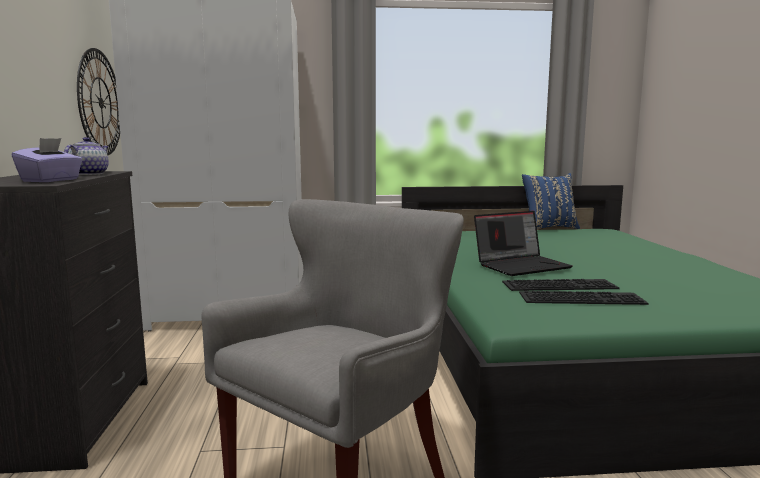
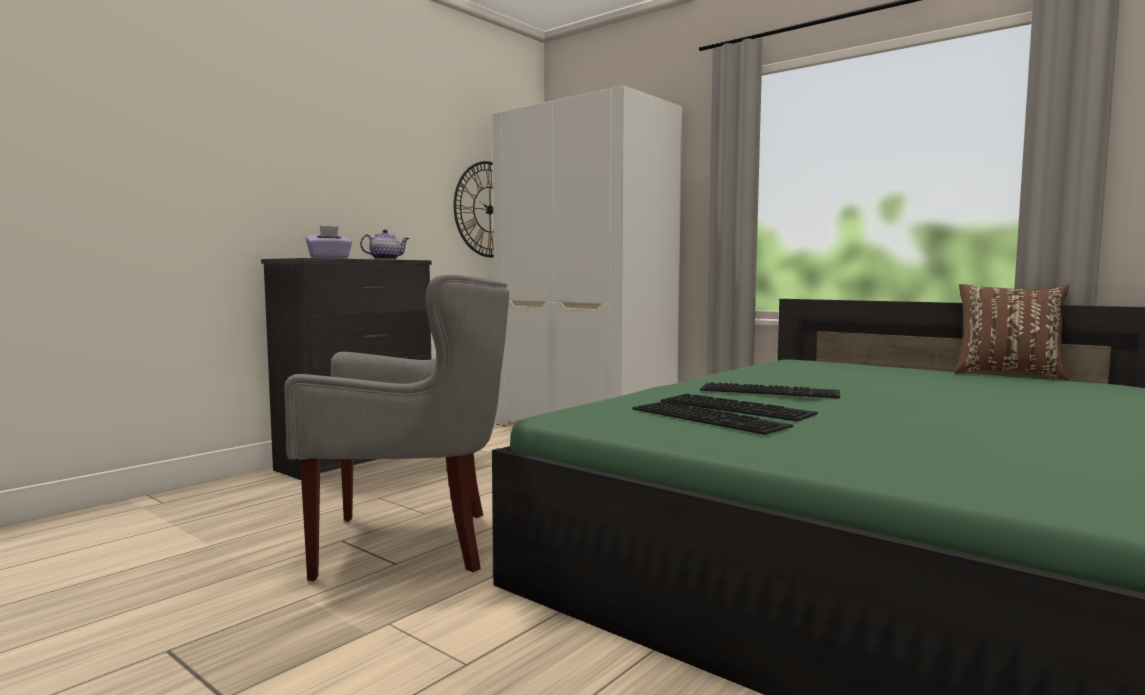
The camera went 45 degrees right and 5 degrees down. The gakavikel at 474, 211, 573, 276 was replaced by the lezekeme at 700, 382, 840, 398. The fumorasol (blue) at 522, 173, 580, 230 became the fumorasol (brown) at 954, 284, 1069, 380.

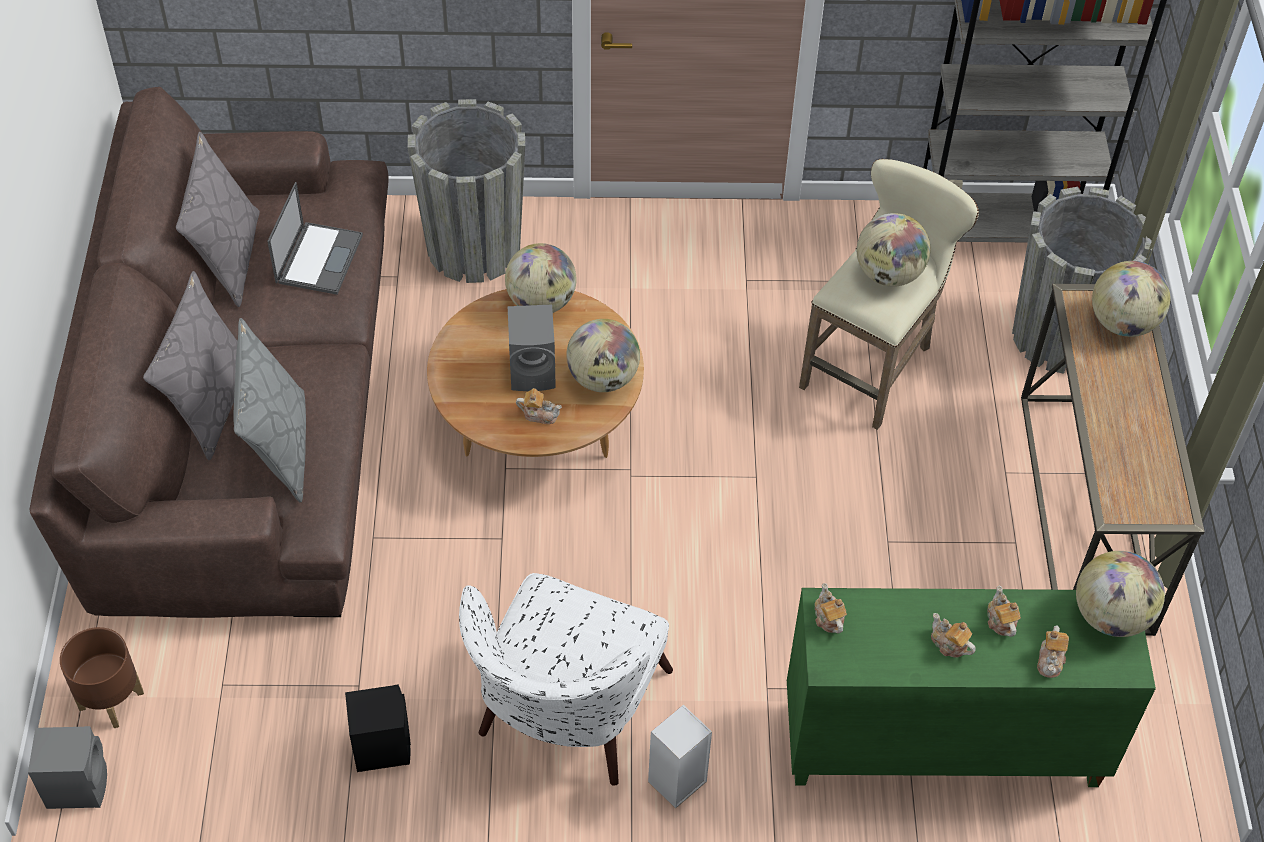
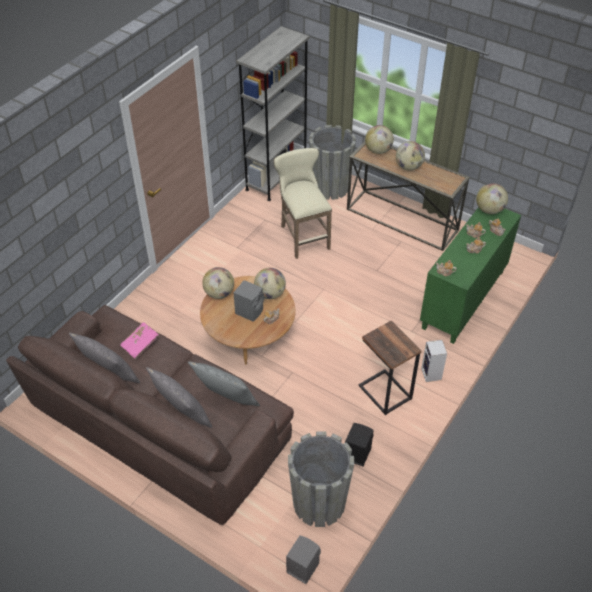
The camera went 55 degrees left and 5 degrees down. The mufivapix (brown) at 60, 627, 144, 728 disappeared. The gakavikel at 267, 182, 363, 295 was replaced by the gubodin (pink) at 120, 323, 159, 360. The mufivapix (grey) moved from 407, 99, 525, 283 to 288, 431, 354, 527. The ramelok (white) at 459, 573, 673, 786 was replaced by the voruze at 358, 321, 421, 415. The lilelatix moved from 857, 213, 930, 287 to 396, 141, 425, 171.

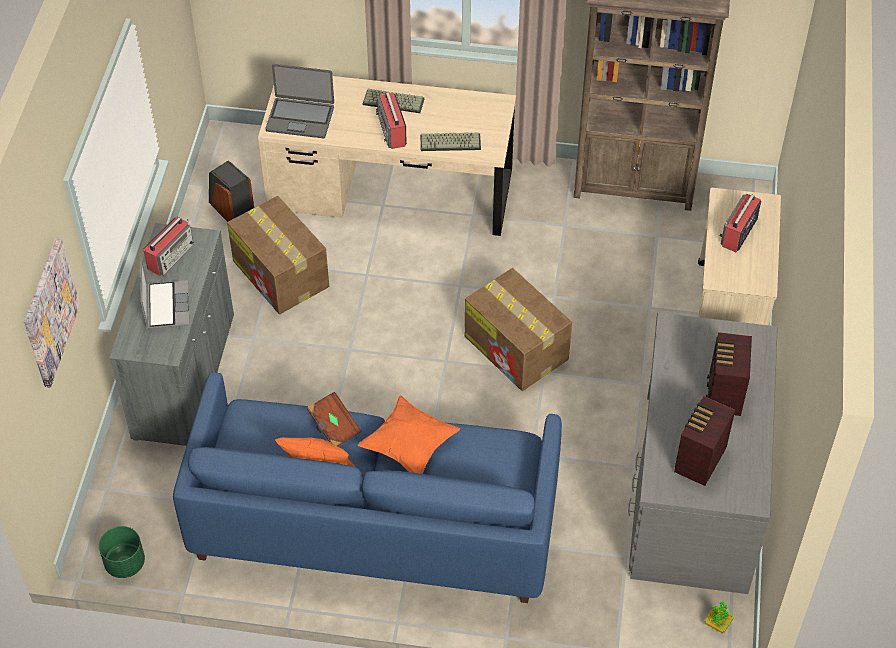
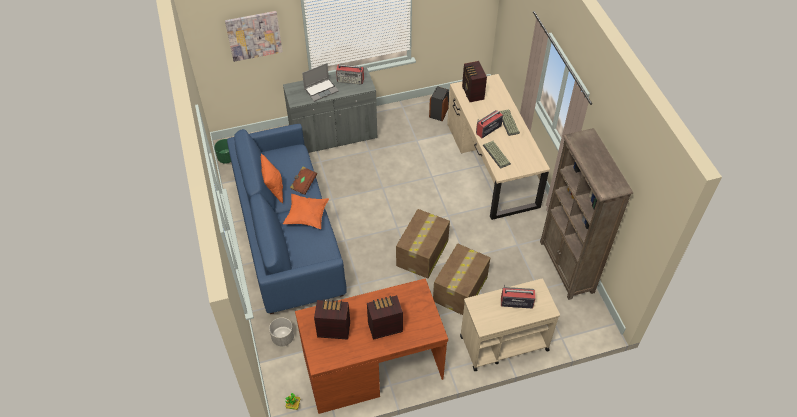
The camera went 65 degrees right and 0 degrees up. The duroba moved from 227, 196, 329, 315 to 433, 243, 490, 315. The gakavikel at 266, 64, 334, 138 was replaced by the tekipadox at 462, 61, 487, 102. The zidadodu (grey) at 628, 313, 778, 594 became the zidadodu (brown) at 295, 278, 448, 414. The mufivapix (grey) at 269, 318, 294, 346 appeared.

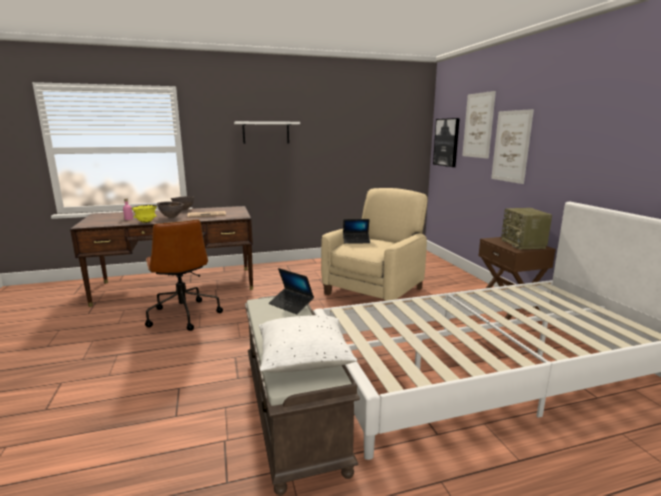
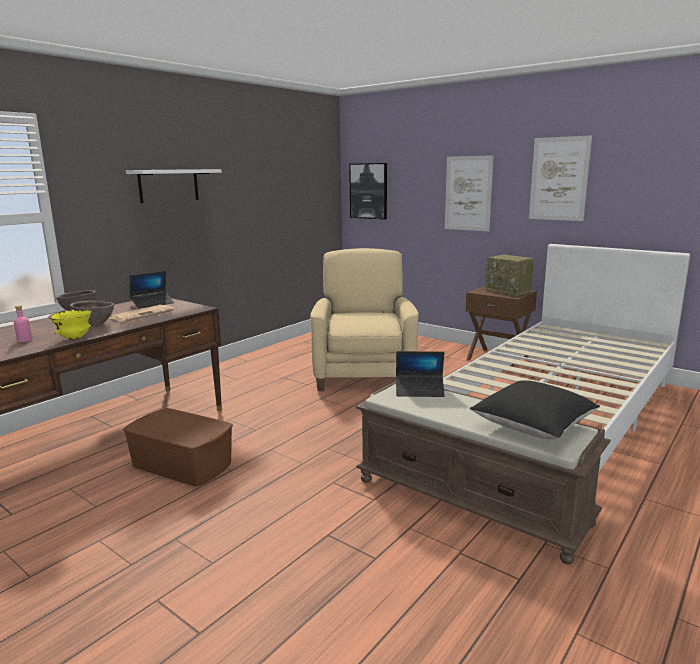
The camera went 35 degrees left and 0 degrees up. The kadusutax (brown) at 145, 220, 223, 331 was replaced by the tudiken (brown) at 123, 408, 233, 487. The fumorasol (white) at 259, 315, 357, 372 became the fumorasol (black) at 470, 380, 600, 440. The gakavikel moved from 343, 219, 370, 244 to 130, 271, 174, 309. The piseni moved from 462, 91, 496, 159 to 529, 136, 592, 221.

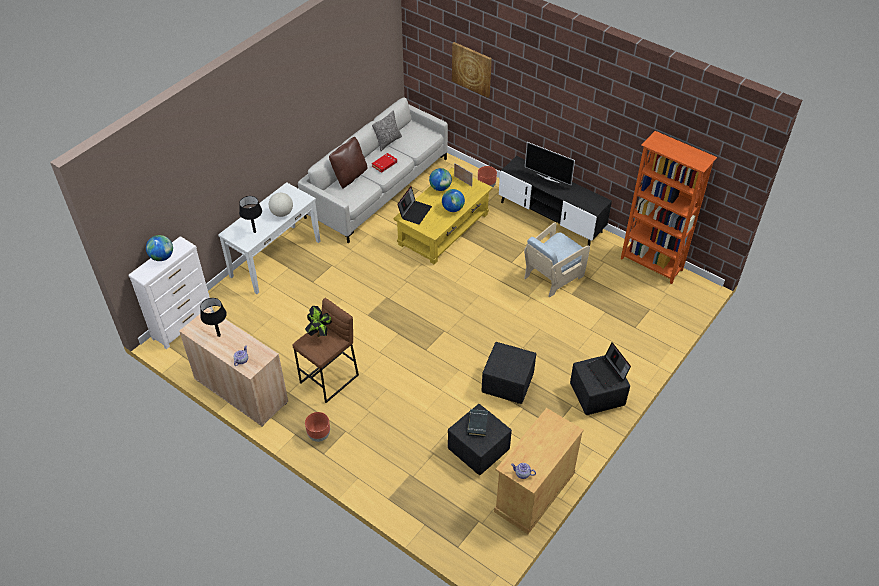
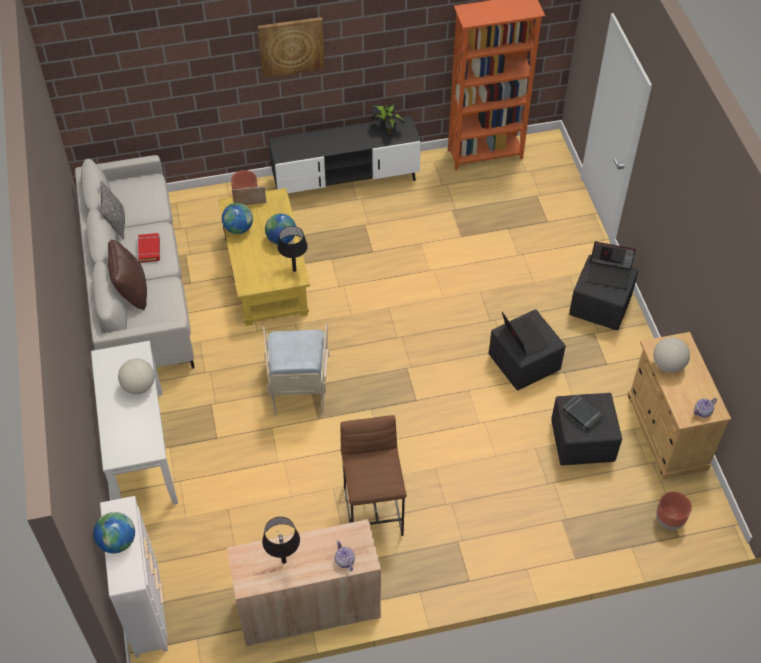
The camera went 50 degrees left and 5 degrees up. The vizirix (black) moved from 239, 196, 262, 233 to 278, 226, 308, 272. The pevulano moved from 305, 306, 332, 337 to 372, 103, 405, 134. The mufivapix (brown) moved from 305, 412, 330, 442 to 656, 491, 692, 530. The gakavikel moved from 397, 186, 432, 225 to 502, 312, 550, 355. The piseni moved from 452, 42, 492, 98 to 258, 17, 324, 78. The ramelok (beige) moved from 524, 222, 590, 297 to 263, 324, 329, 416. The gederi at 525, 142, 575, 185 disappeared. The lilelatix at 653, 337, 690, 373 appeared.

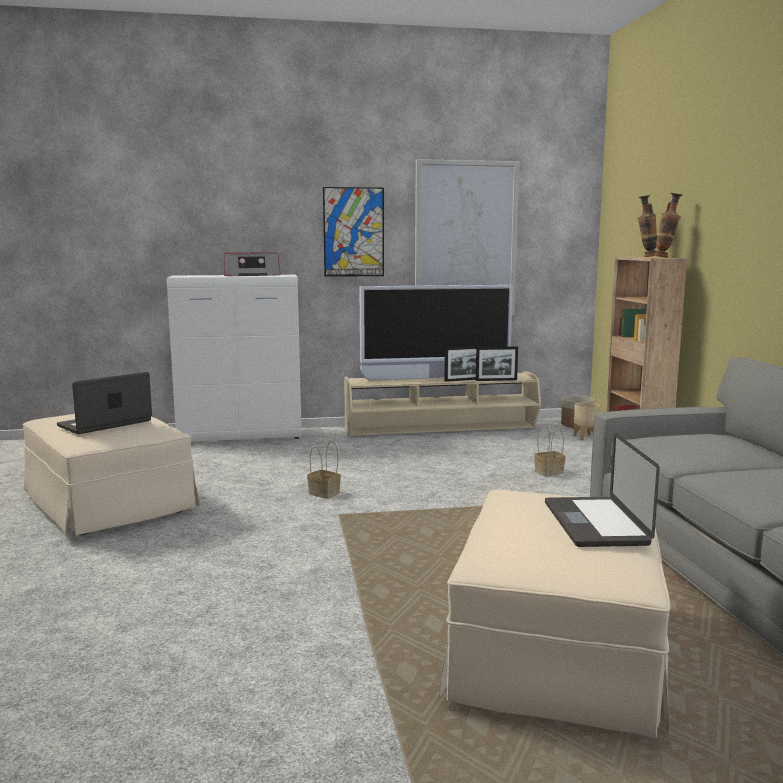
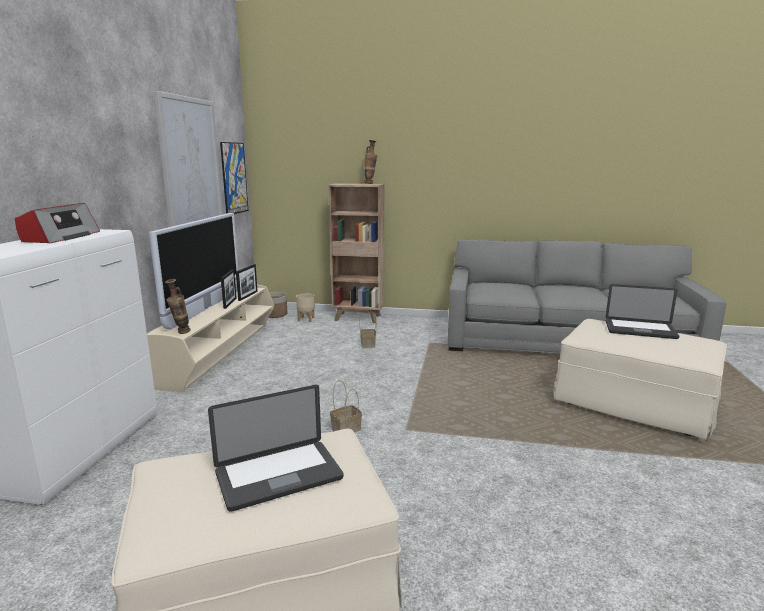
The camera went 70 degrees left and 5 degrees up. The gakavikel at 57, 372, 152, 434 turned 90 degrees counterclockwise. The piseni moved from 323, 187, 384, 277 to 220, 142, 248, 214. The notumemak moved from 637, 195, 657, 257 to 165, 279, 190, 334.

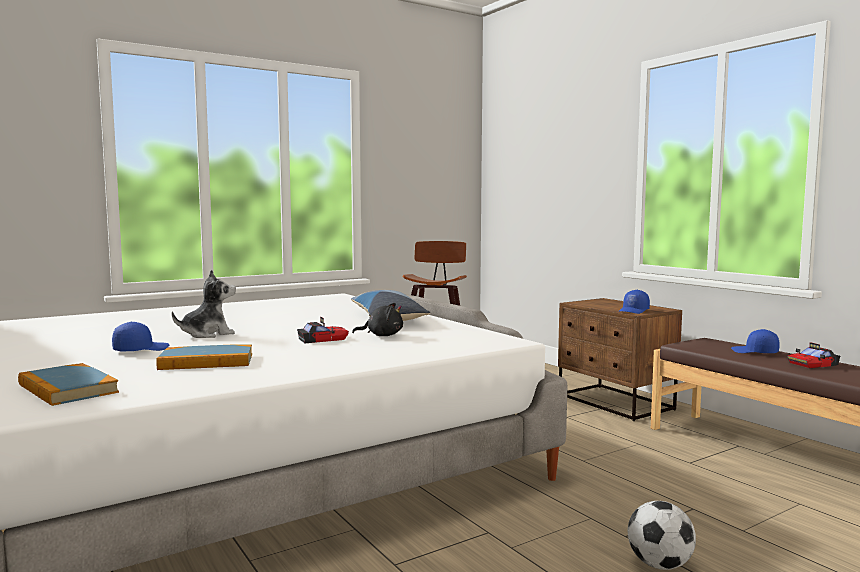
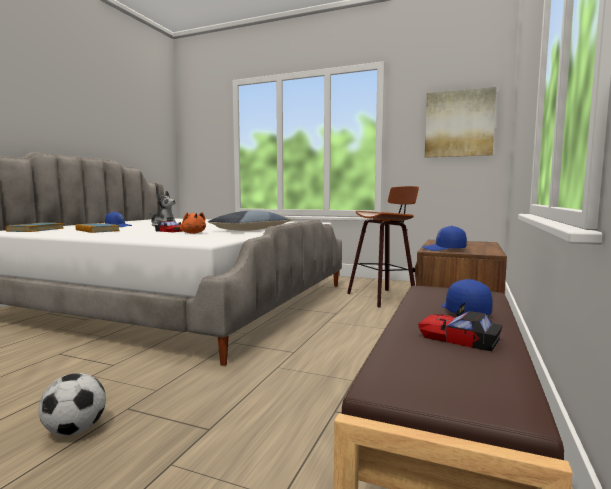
The camera went 55 degrees right and 0 degrees up. The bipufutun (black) at 352, 303, 403, 336 became the bipufutun (orange) at 180, 212, 206, 234. The piseni at 425, 87, 496, 158 appeared.

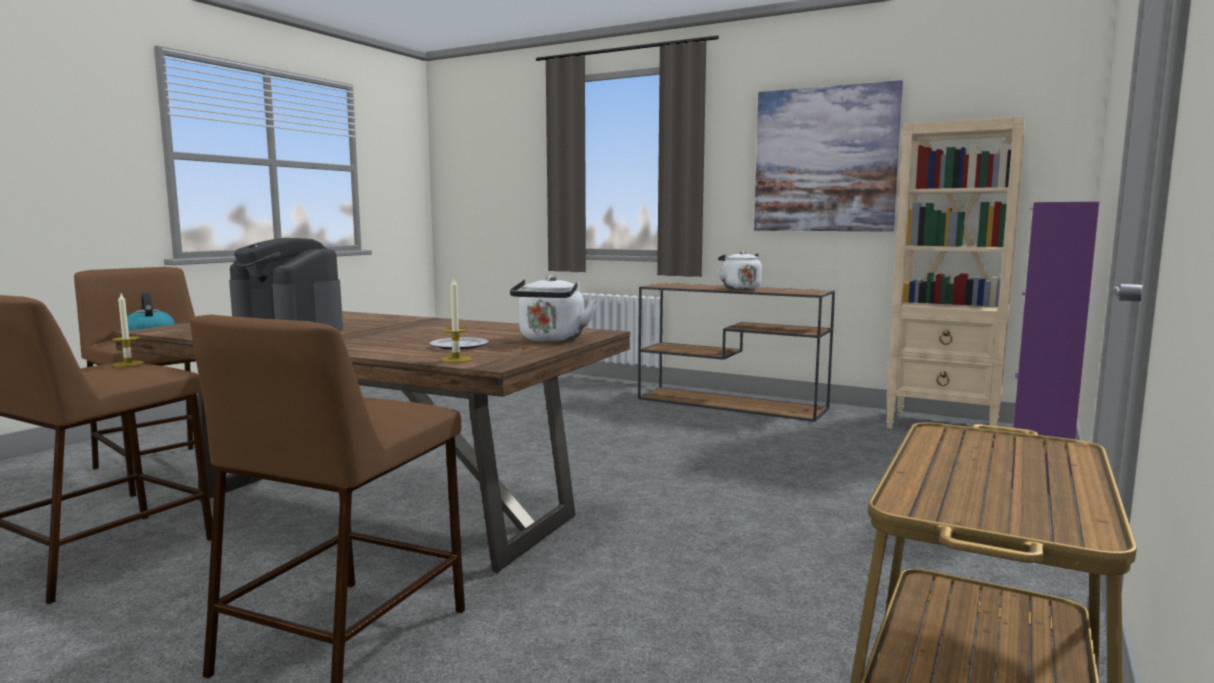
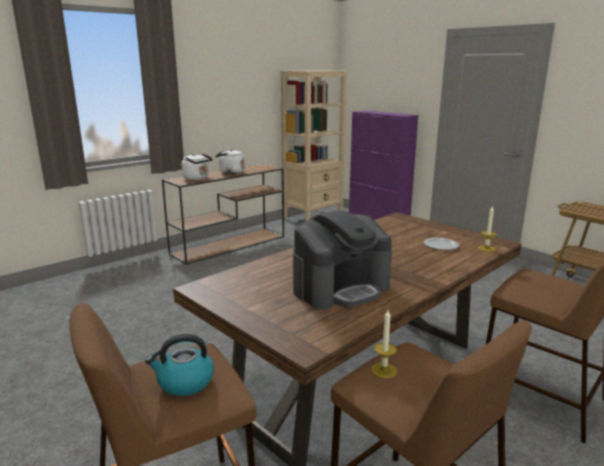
The camera went 70 degrees left and 10 degrees up. The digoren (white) moved from 510, 276, 597, 342 to 182, 154, 213, 180. The piseni at 754, 80, 903, 232 disappeared.

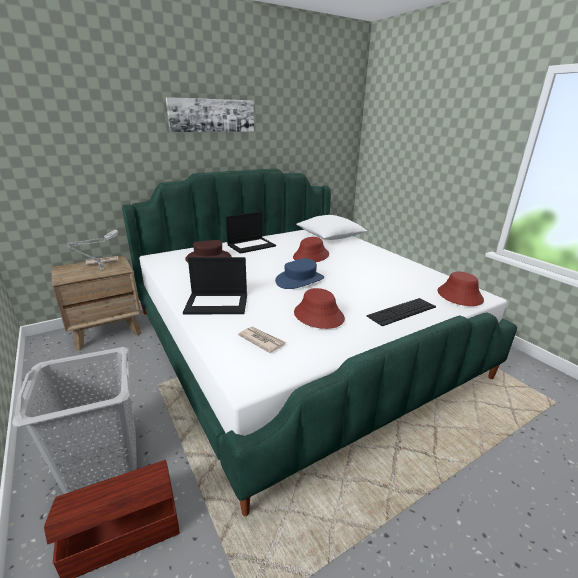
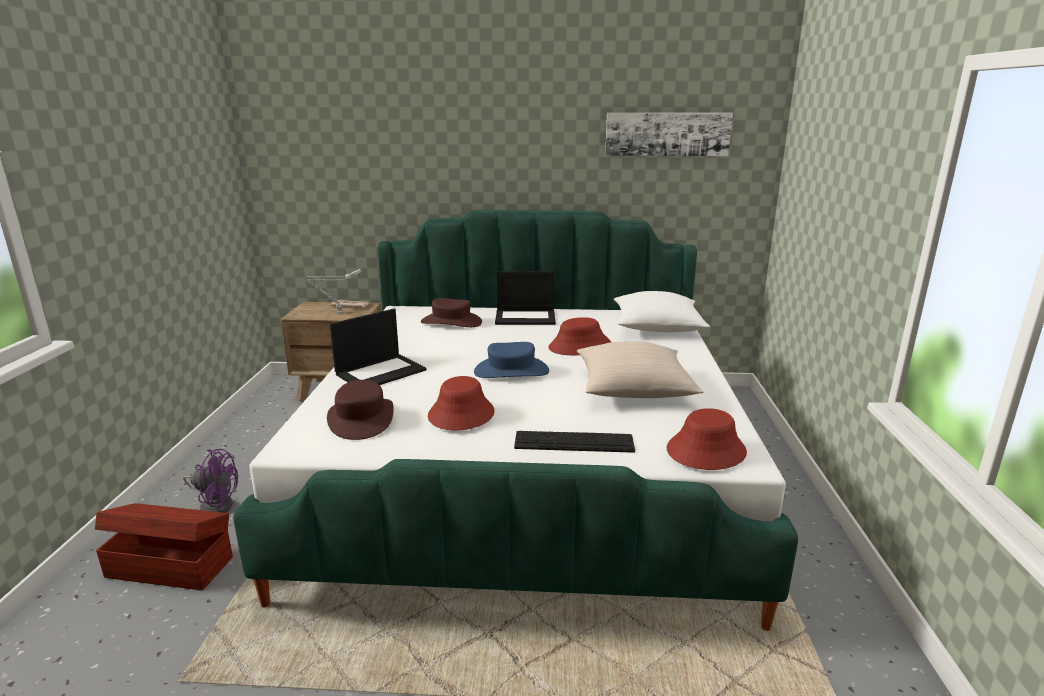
The camera went 35 degrees right and 5 degrees down. The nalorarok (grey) at 12, 347, 137, 494 was replaced by the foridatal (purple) at 183, 449, 238, 513. The piseni moved from 166, 97, 254, 132 to 605, 113, 733, 156. The gakavikel at 183, 257, 247, 314 turned 75 degrees counterclockwise. The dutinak at 238, 327, 285, 353 was replaced by the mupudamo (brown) at 327, 380, 394, 440. The fumorasol (beige) at 577, 342, 704, 398 appeared.

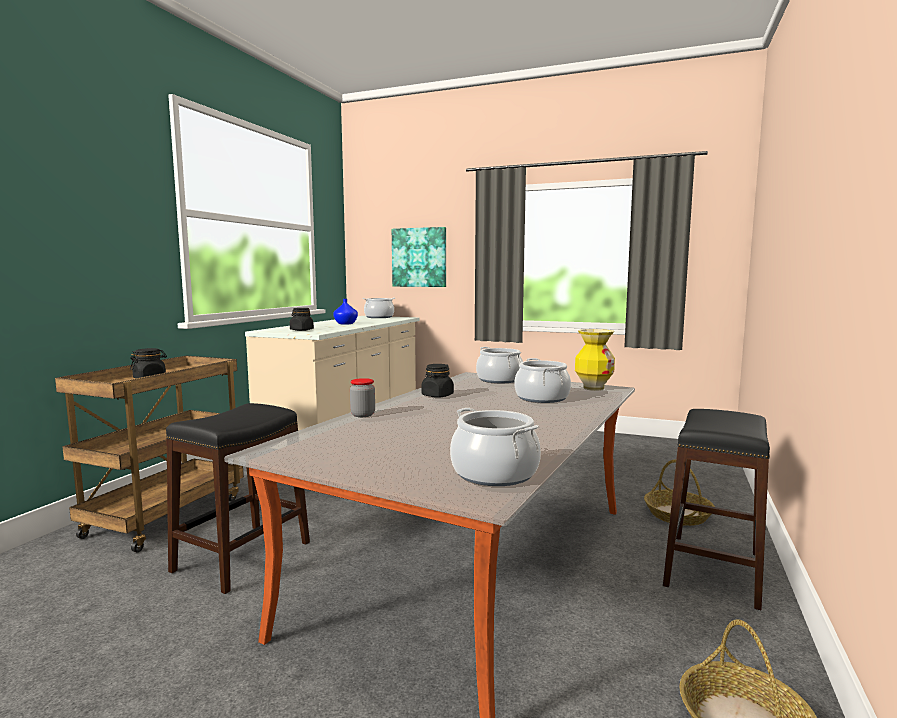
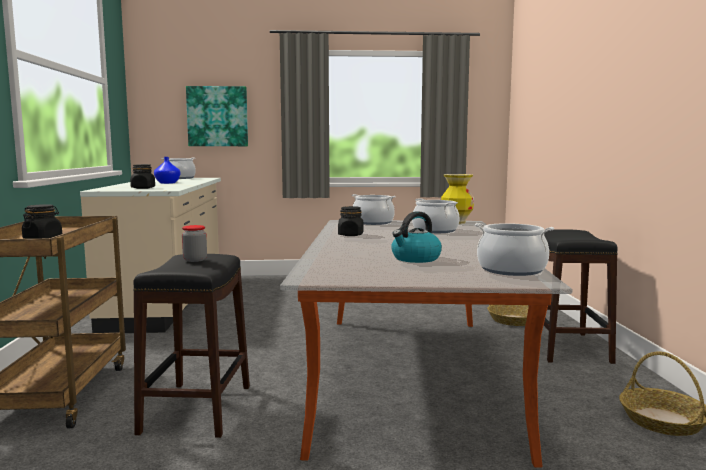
The camera went 25 degrees left and 0 degrees up. The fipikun moved from 350, 378, 375, 417 to 182, 225, 207, 262. The digoren at 391, 211, 442, 263 appeared.

